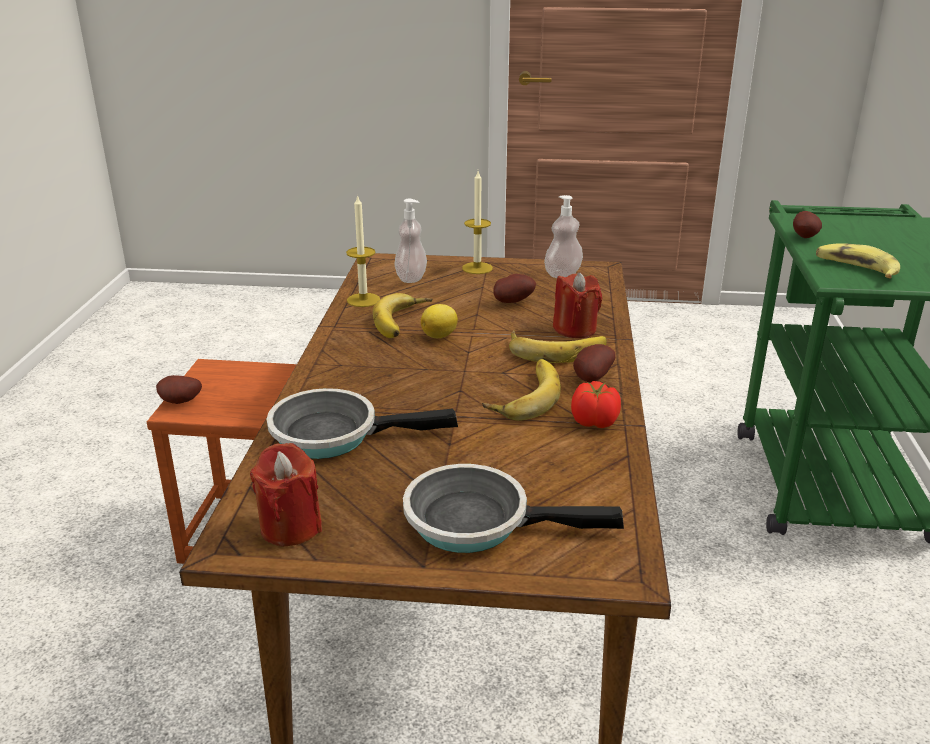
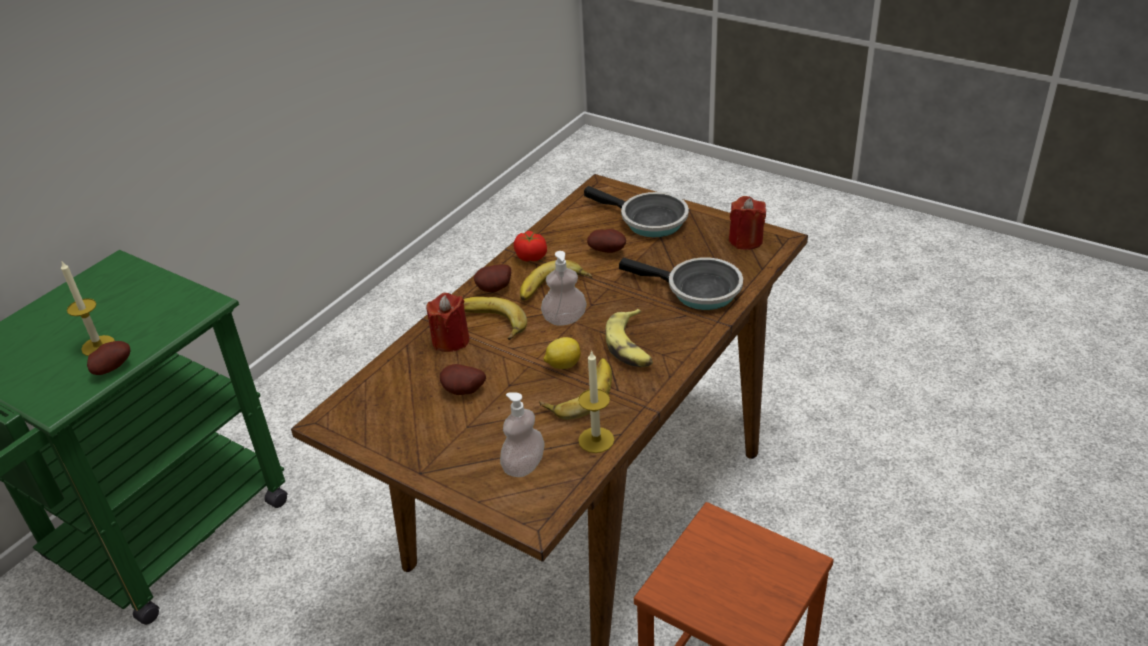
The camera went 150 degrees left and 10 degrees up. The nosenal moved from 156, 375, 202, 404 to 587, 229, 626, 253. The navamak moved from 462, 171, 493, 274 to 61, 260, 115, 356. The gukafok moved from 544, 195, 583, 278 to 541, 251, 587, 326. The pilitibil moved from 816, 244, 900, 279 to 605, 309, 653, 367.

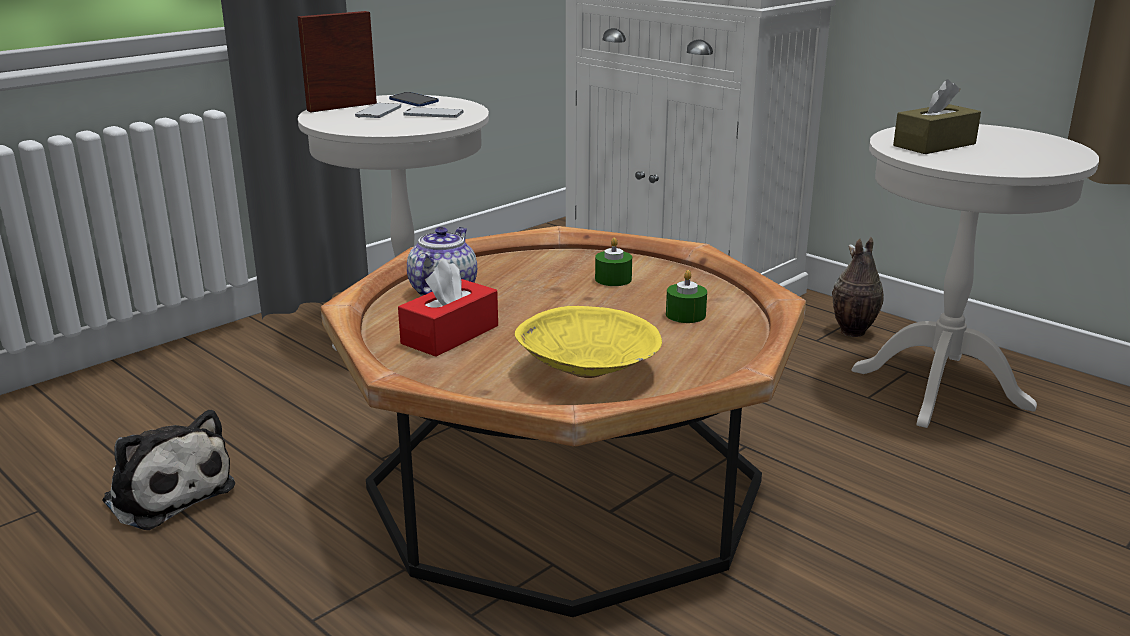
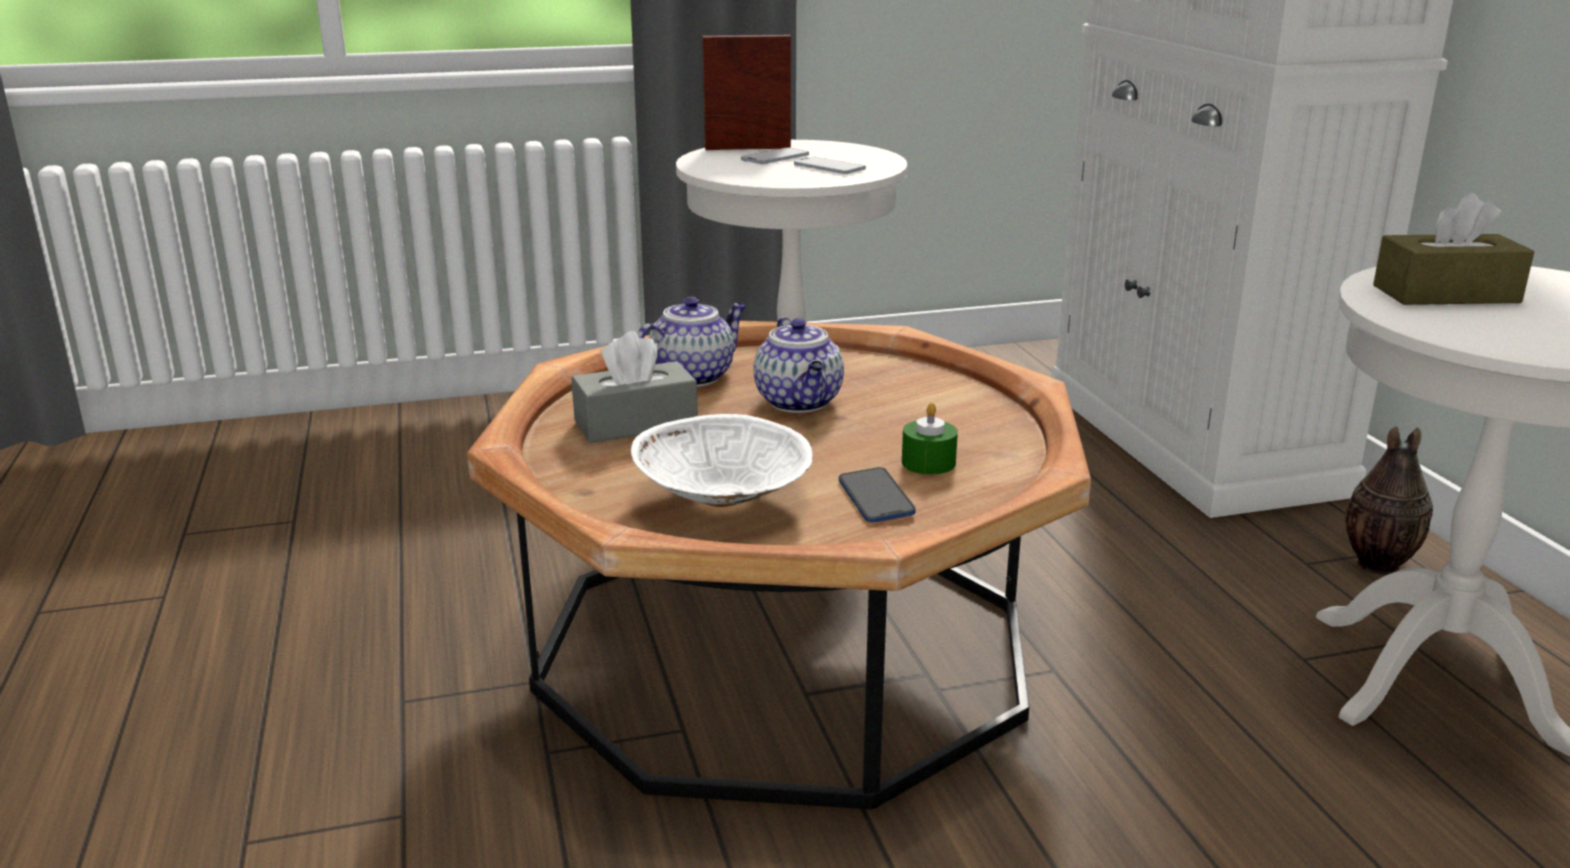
The camera went 30 degrees right and 0 degrees up. The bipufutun at 102, 410, 235, 530 disappeared. The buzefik moved from 389, 92, 439, 107 to 839, 467, 916, 523. The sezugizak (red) at 398, 259, 498, 357 became the sezugizak (grey) at 571, 331, 698, 443. The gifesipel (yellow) at 515, 306, 662, 378 became the gifesipel (white) at 631, 414, 813, 507. The navamak (green) at 595, 238, 632, 286 disappeared. The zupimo at 753, 317, 844, 413 appeared.

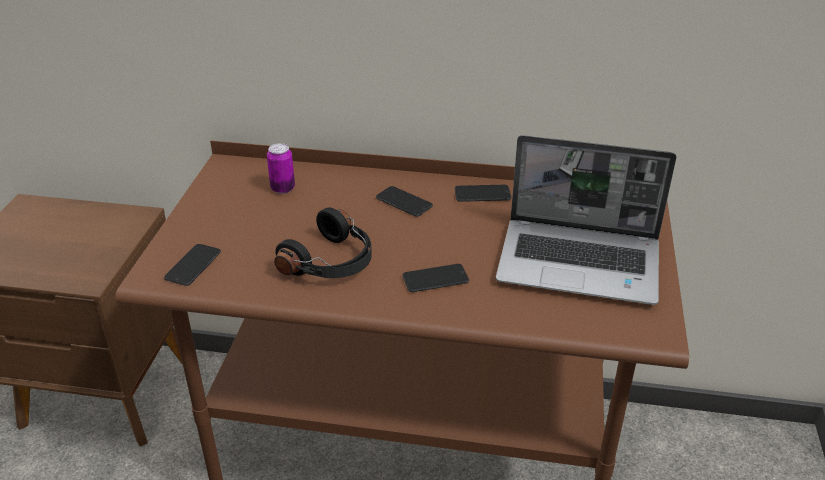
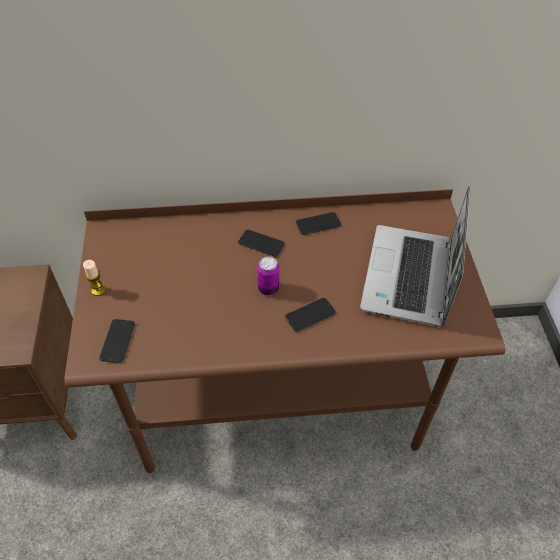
The camera went 15 degrees left and 15 degrees up. The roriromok moved from 267, 143, 295, 194 to 257, 257, 279, 296. The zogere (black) at 274, 208, 372, 278 disappeared. The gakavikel at 496, 135, 677, 305 turned 105 degrees clockwise. The navamak at 83, 260, 105, 296 appeared.

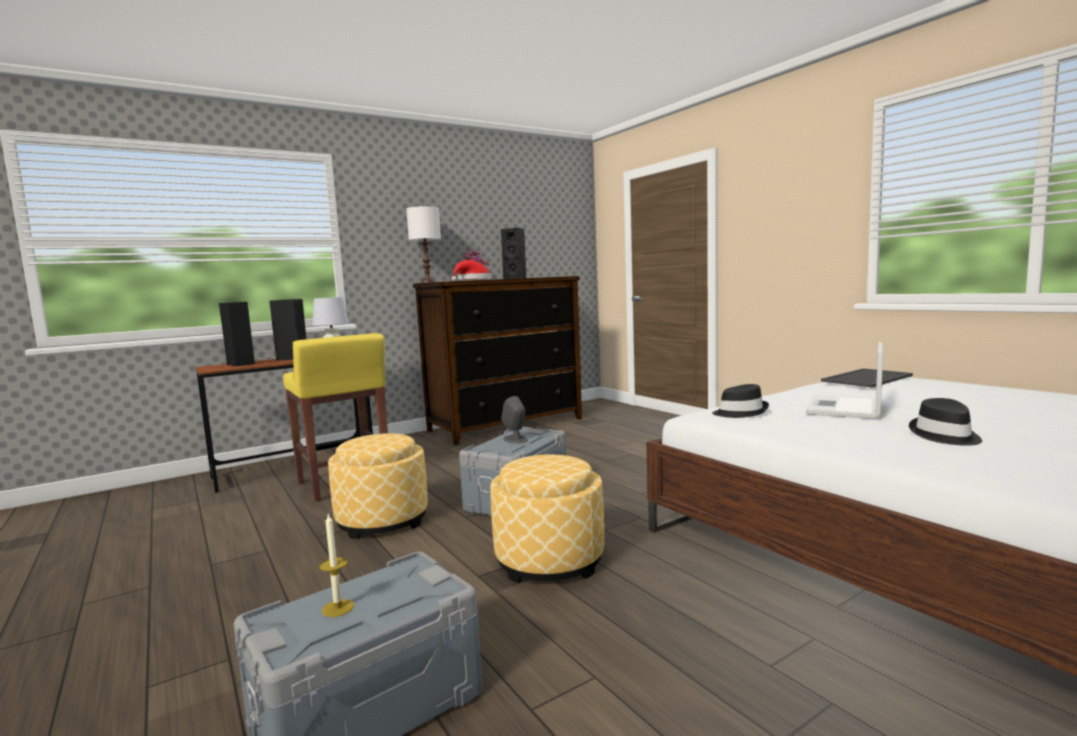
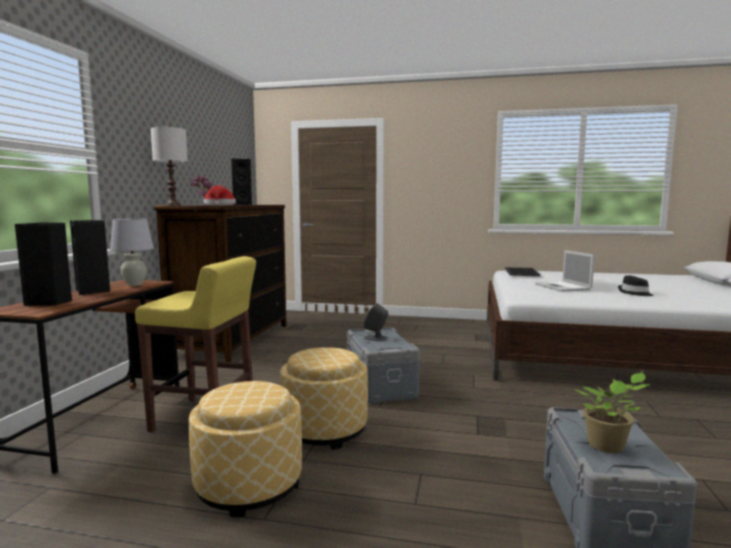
The camera went 45 degrees left and 0 degrees up. The navamak at 320, 514, 354, 617 was replaced by the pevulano at 573, 372, 650, 453. The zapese moved from 490, 454, 604, 583 to 189, 381, 302, 517. The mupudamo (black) at 712, 384, 769, 418 disappeared.

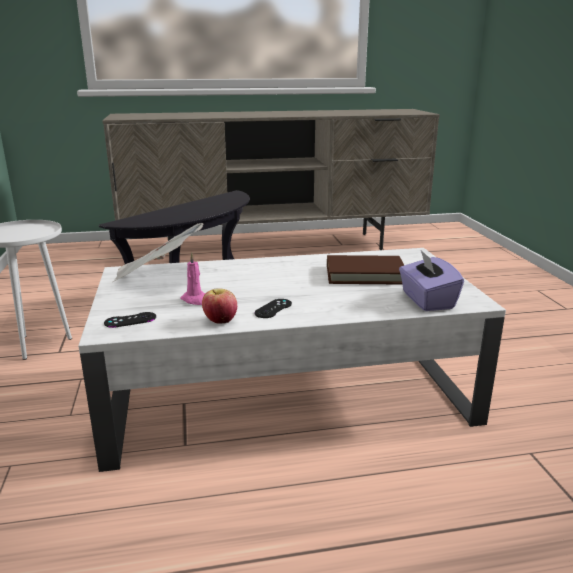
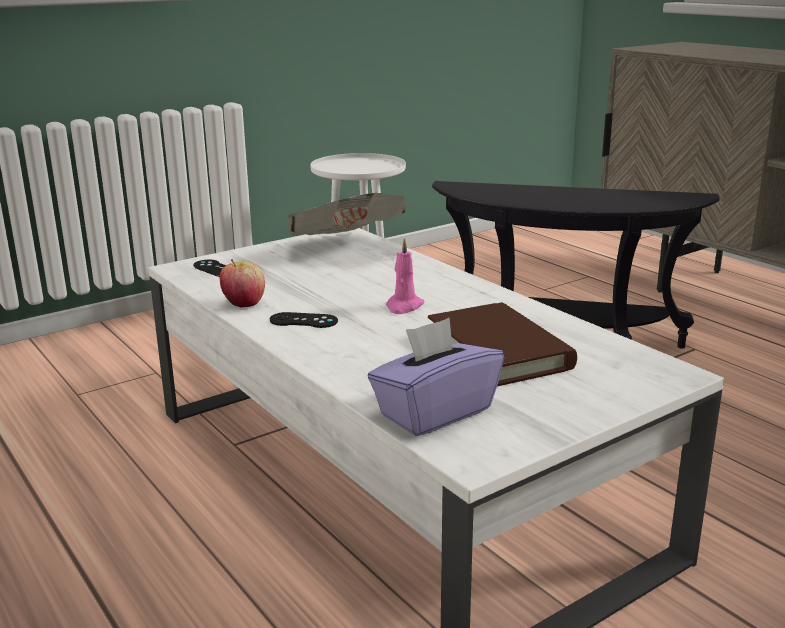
The camera went 65 degrees right and 0 degrees up. The navamak (pink) moved from 180, 252, 205, 305 to 386, 238, 425, 314.

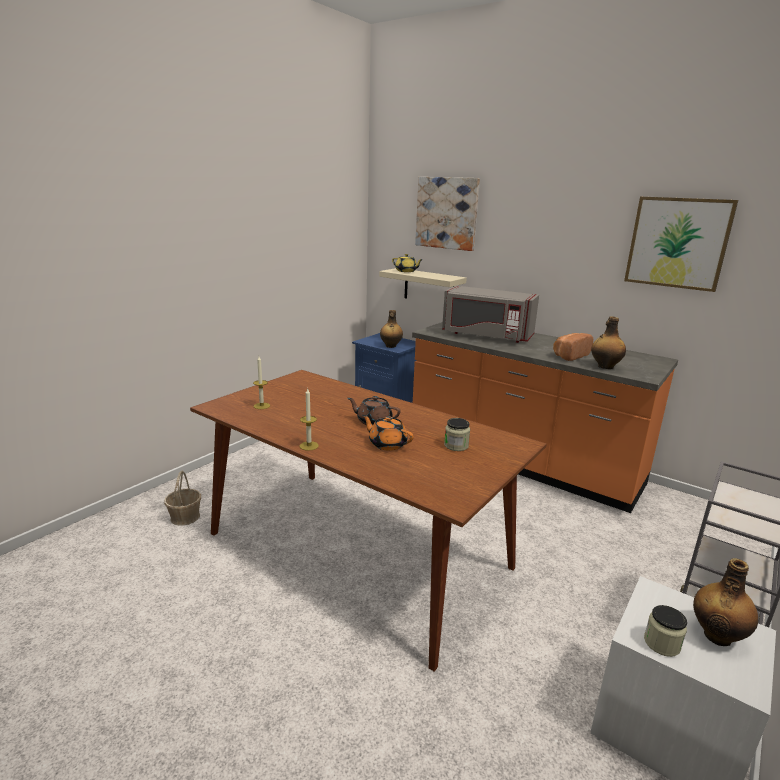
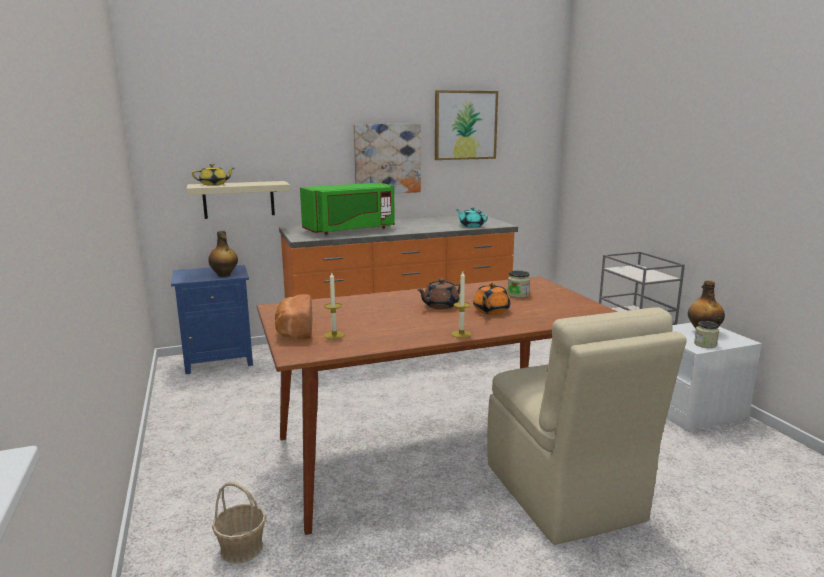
The camera went 55 degrees left and 5 degrees down. The zupimo (orange) at 362, 415, 414, 451 turned 45 degrees counterclockwise. The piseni moved from 415, 177, 480, 251 to 354, 124, 421, 193. The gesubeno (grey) at 442, 286, 539, 343 became the gesubeno (green) at 300, 183, 395, 235. The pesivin moved from 553, 333, 593, 361 to 275, 294, 312, 340. The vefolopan at 591, 316, 626, 369 was replaced by the zupimo (turquoise) at 456, 207, 488, 228. The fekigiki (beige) at 487, 307, 687, 545 appeared.

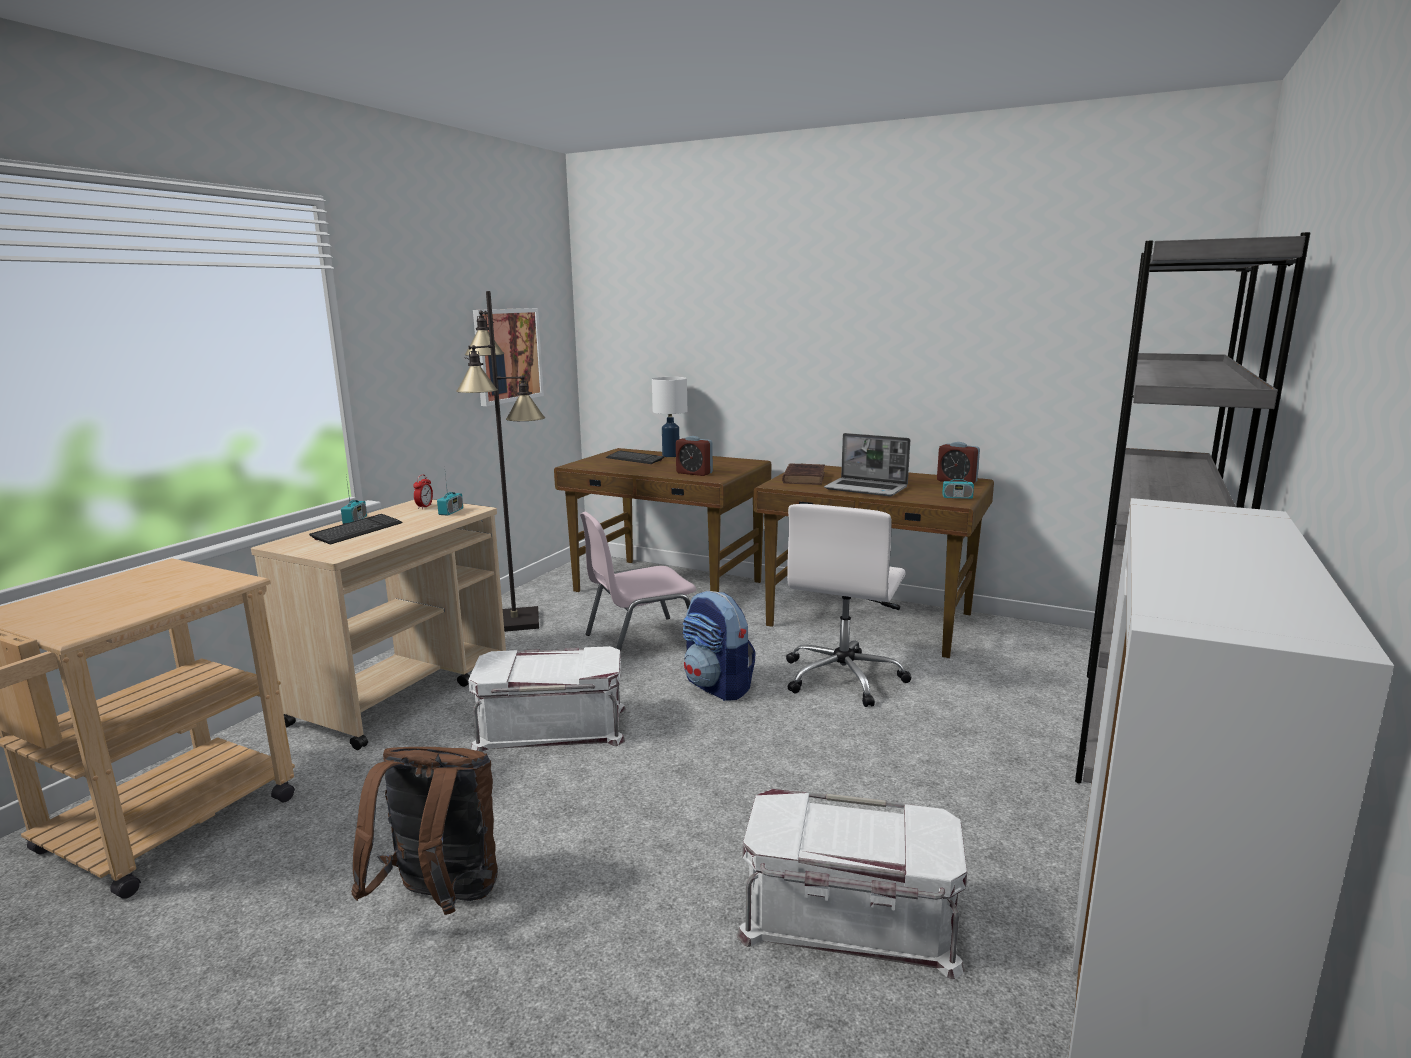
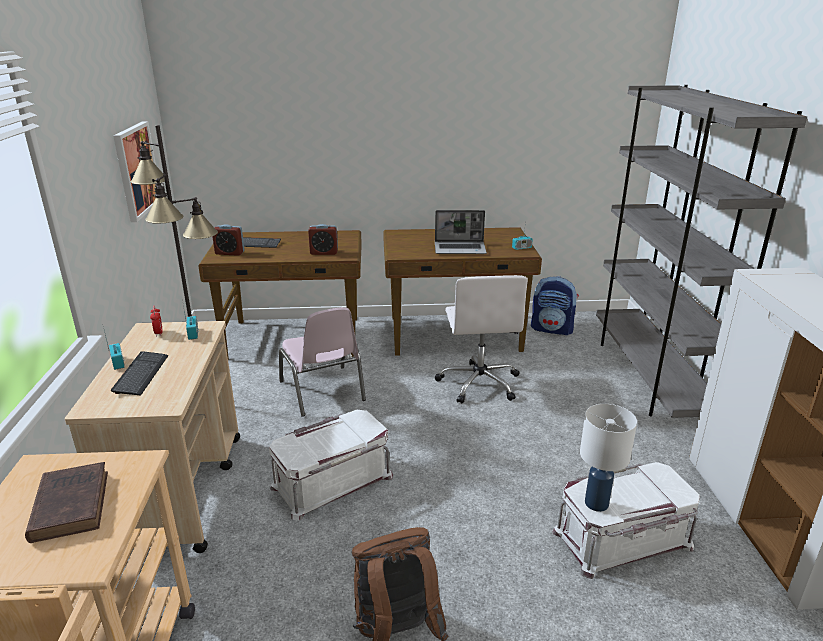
The camera went 30 degrees left and 10 degrees up. The fekigiki (pink) at 580, 512, 696, 652 turned 60 degrees counterclockwise. The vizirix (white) moved from 652, 377, 687, 457 to 580, 404, 637, 512. The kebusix moved from 683, 591, 756, 701 to 531, 276, 579, 335. The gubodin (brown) moved from 782, 463, 825, 485 to 25, 462, 108, 543. The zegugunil moved from 937, 442, 980, 483 to 212, 224, 244, 256.

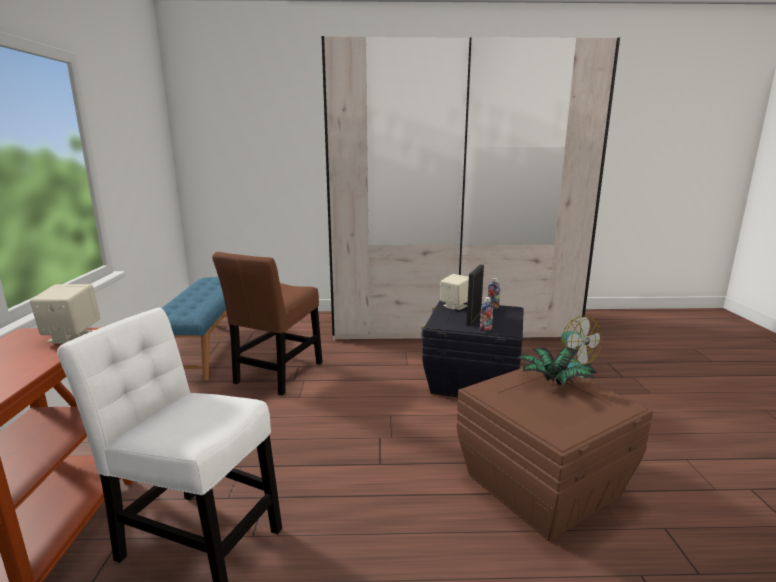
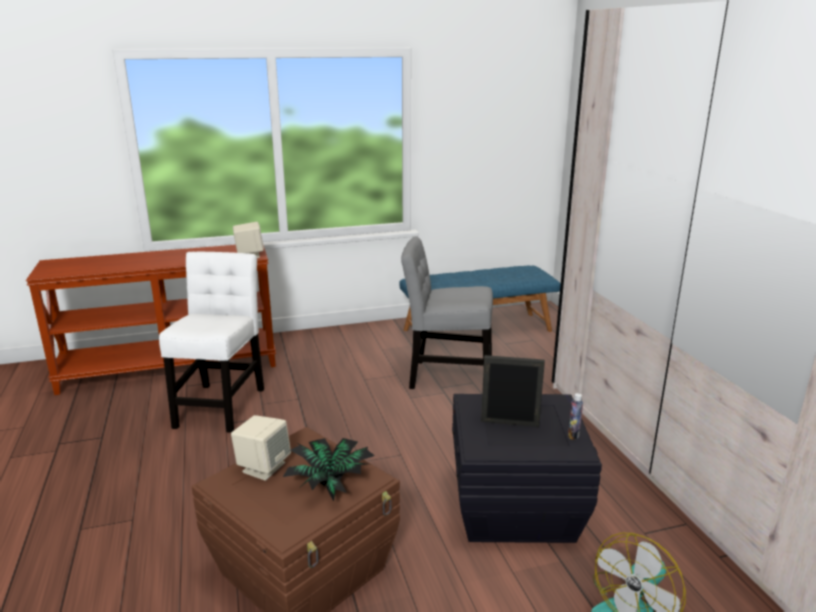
The camera went 75 degrees right and 5 degrees up. The fekigiki (brown) at 212, 252, 323, 395 became the fekigiki (grey) at 401, 236, 493, 389. The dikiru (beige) moved from 440, 274, 469, 310 to 231, 415, 291, 481. The vefolopan at 480, 297, 493, 332 disappeared.

